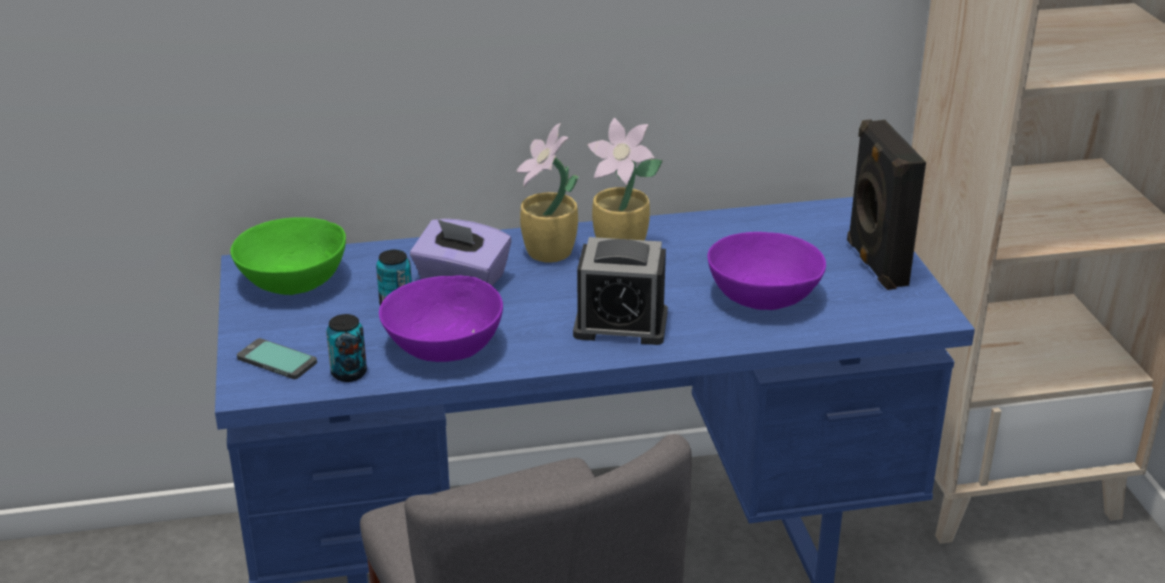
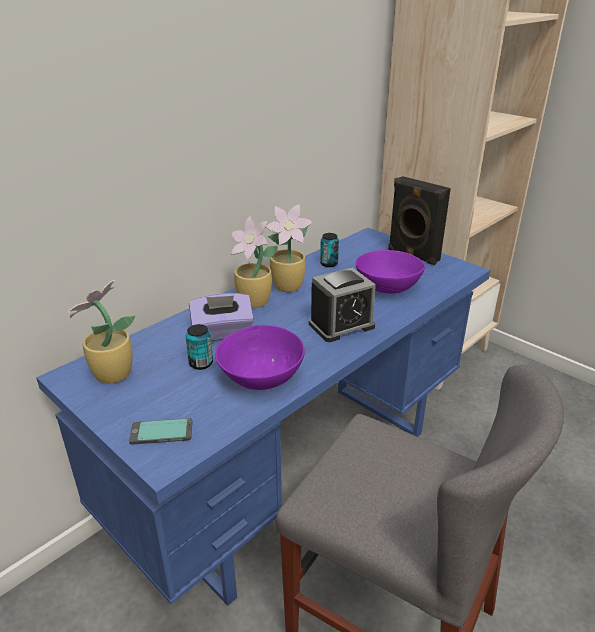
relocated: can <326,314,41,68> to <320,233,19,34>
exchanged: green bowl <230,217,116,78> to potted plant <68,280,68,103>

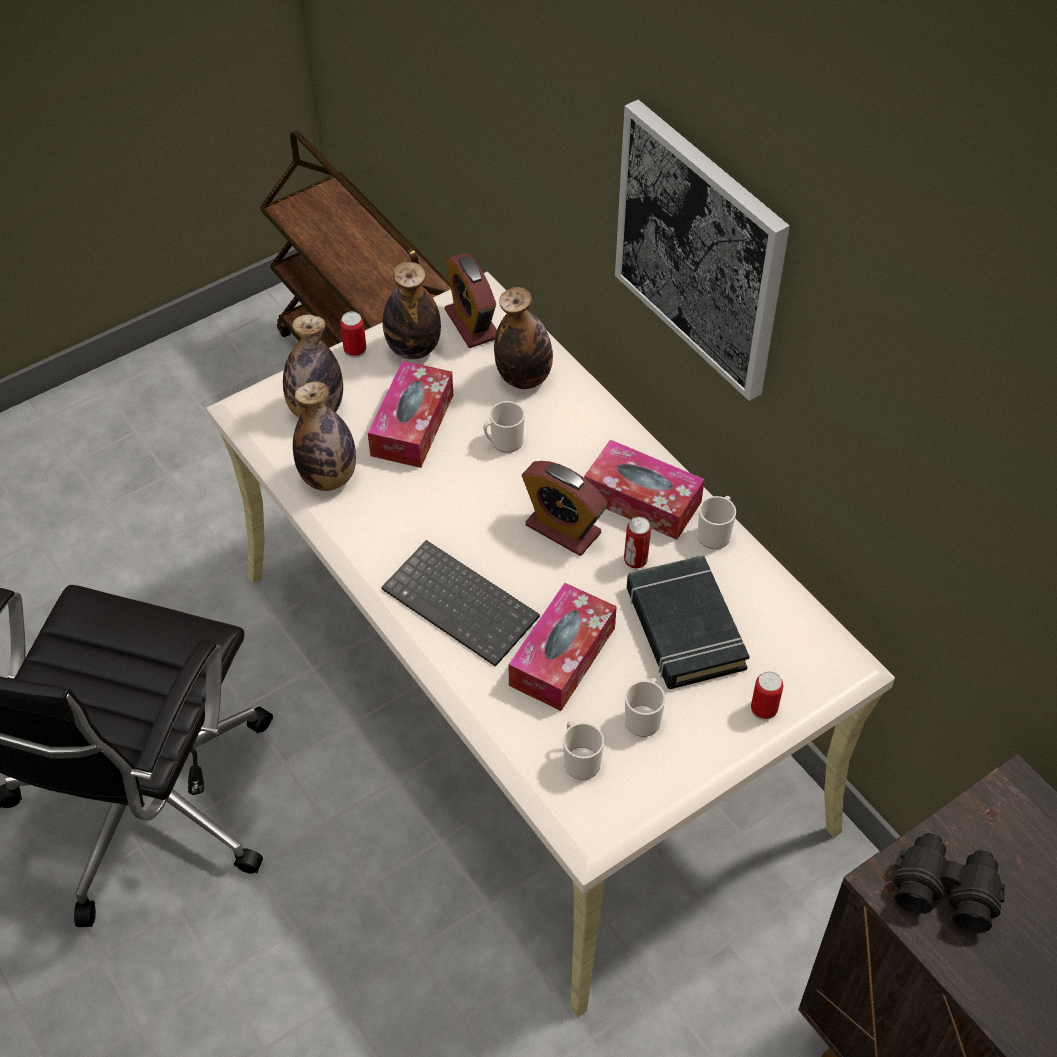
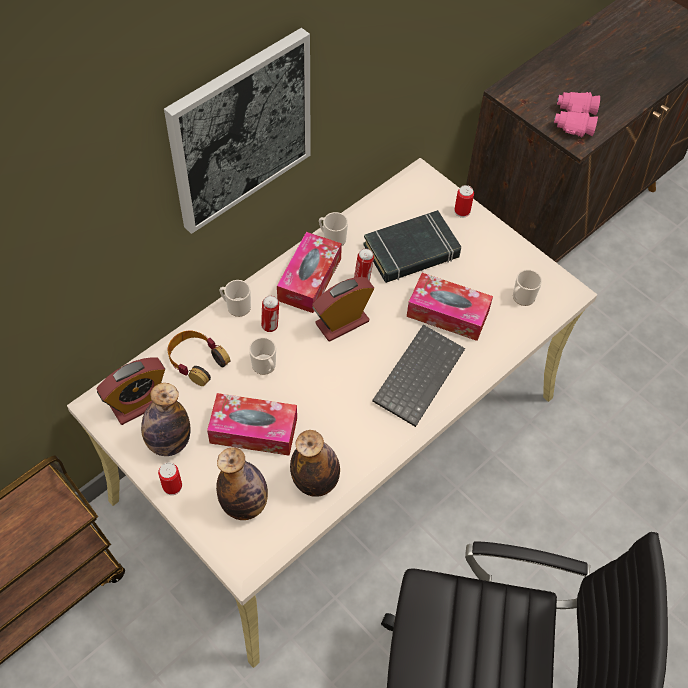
appeared: can <261,296,18,36>
relocated: mug <625,678,41,59> to <220,280,31,37>
exchanged: bottle <494,287,59,102> to headphones <167,330,63,56>
colour: black binoculars <893,833,112,99> to pink binoculars <554,92,46,45>
spun: alarm clock <522,461,85,95> = <312,277,62,64> 150 degrees counterclockwise

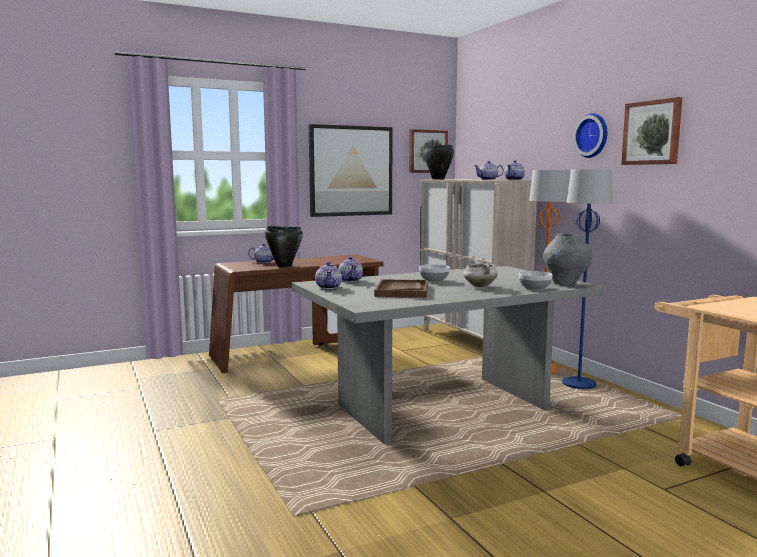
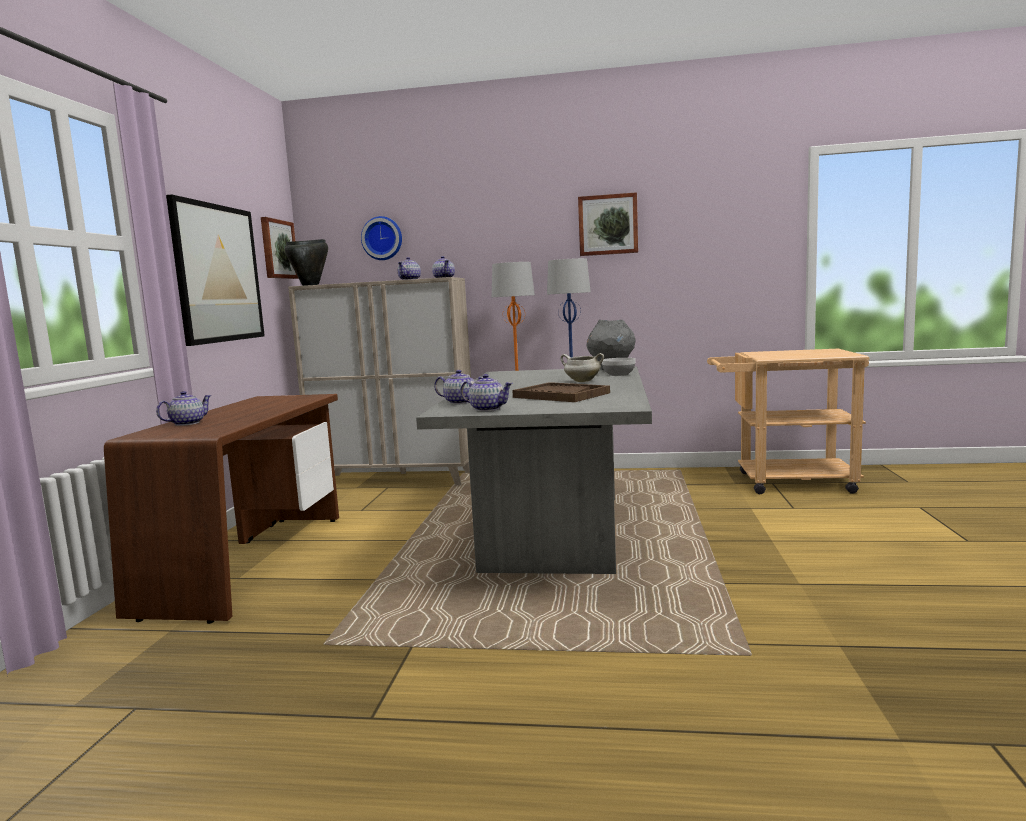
missing: black cooking pot <265,226,38,41>; bowl <419,264,31,18>
relocated: wall clock <573,113,34,45> to <361,216,41,44>

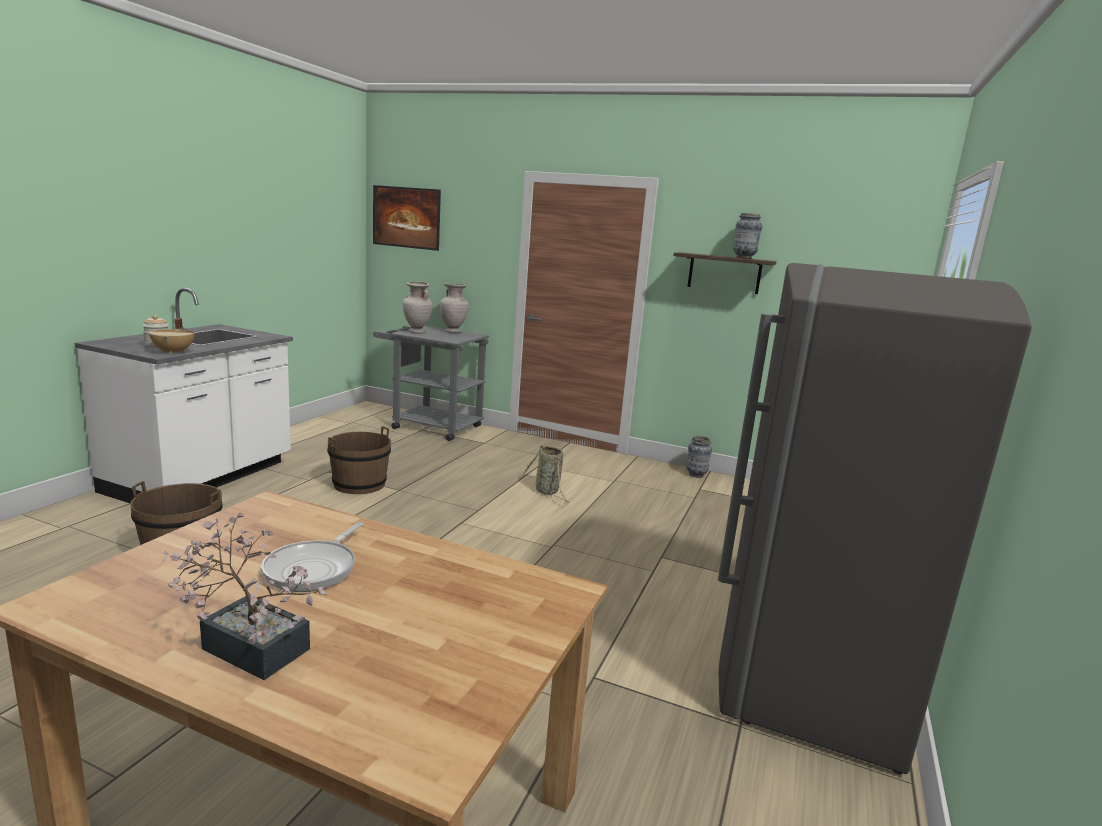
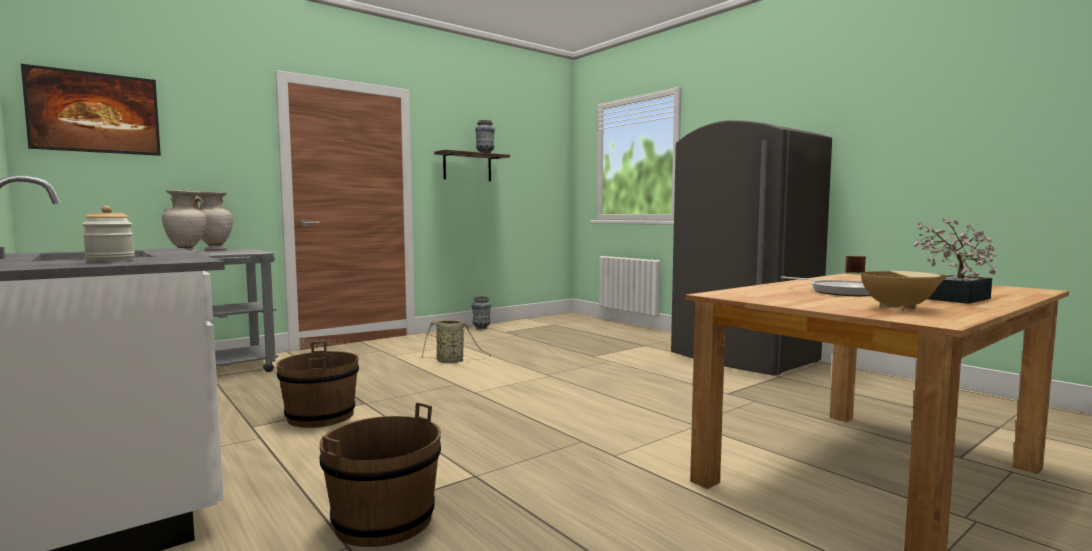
relocated: beige cooking pot <148,318,47,36> to <845,256,104,55>

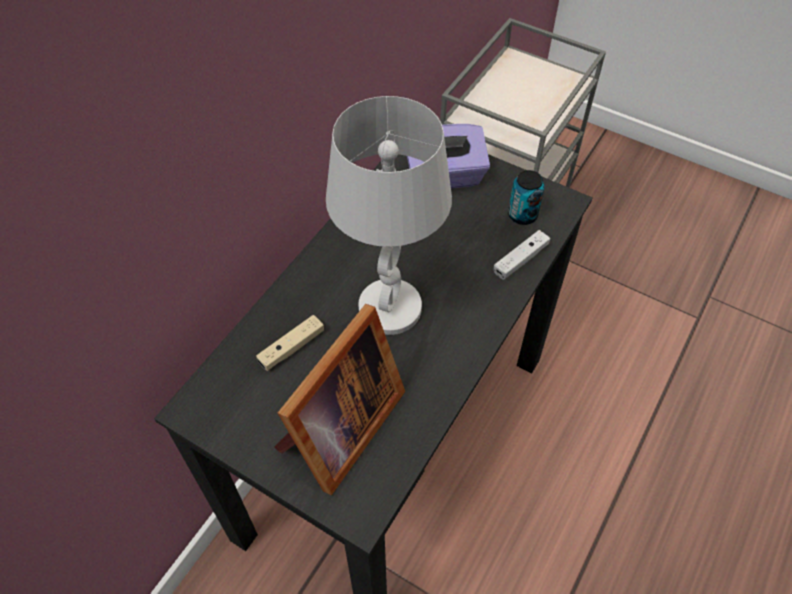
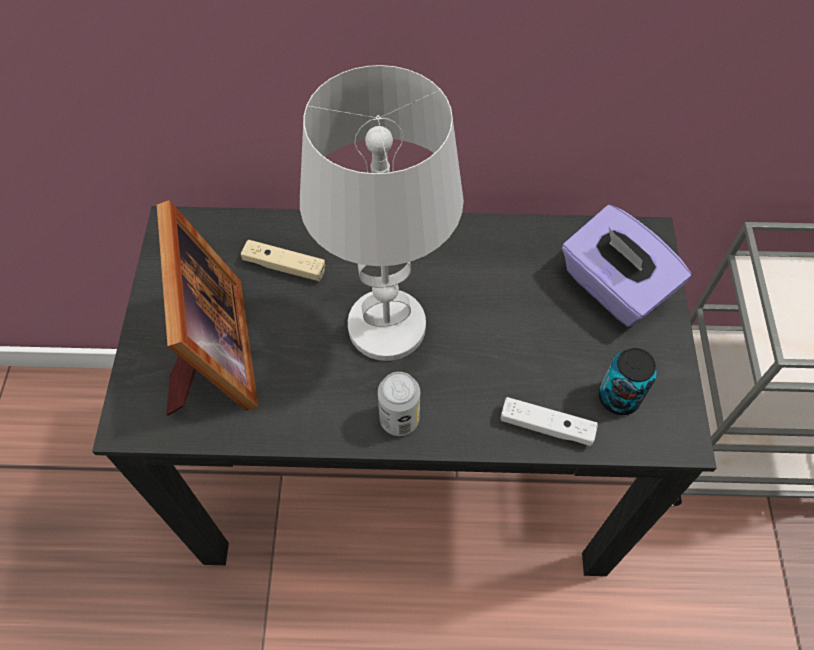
appeared: can <378,372,42,64>
spun: picture frame <274,304,131,191> = <157,200,101,215> 105 degrees counterclockwise

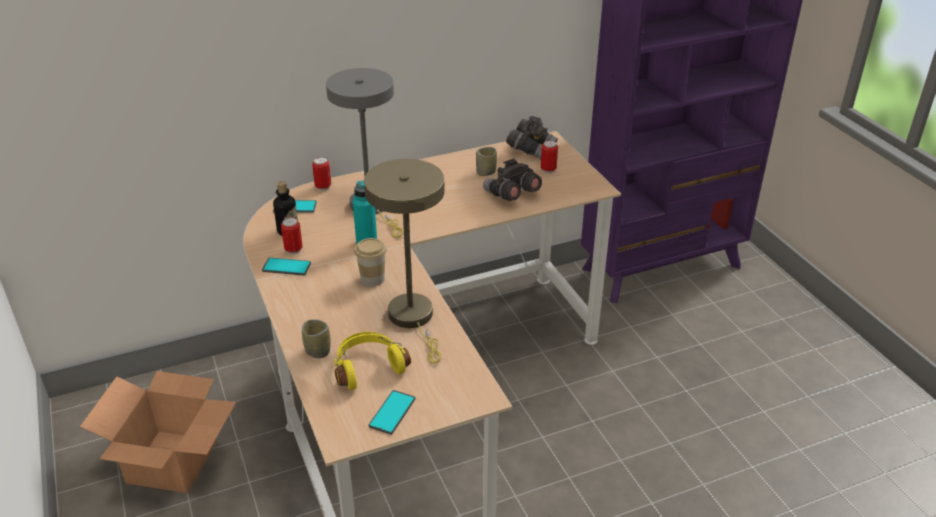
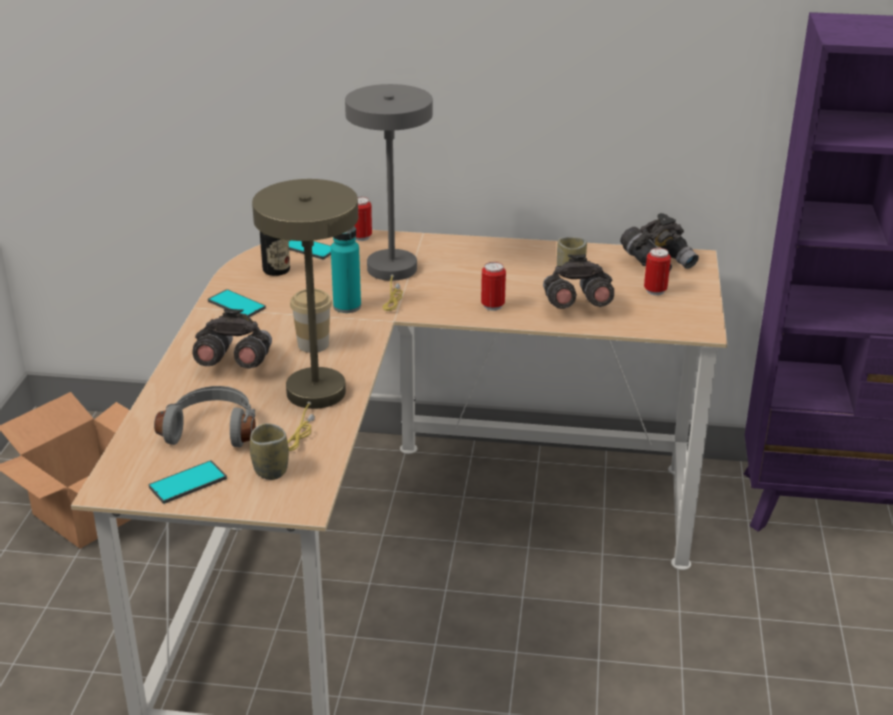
appeared: grey binoculars <193,309,79,60>
relocated: can <281,217,22,37> to <481,262,25,49>; cup <302,319,28,39> to <250,423,39,57>
colour: yellow headphones <334,332,77,58> to grey headphones <154,386,102,62>

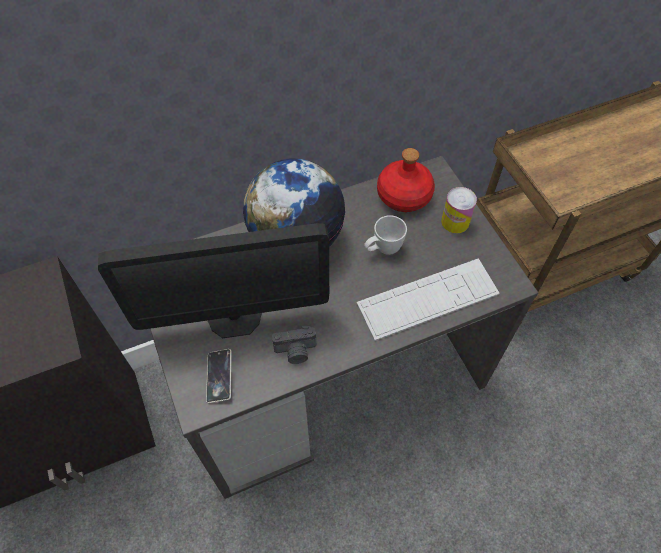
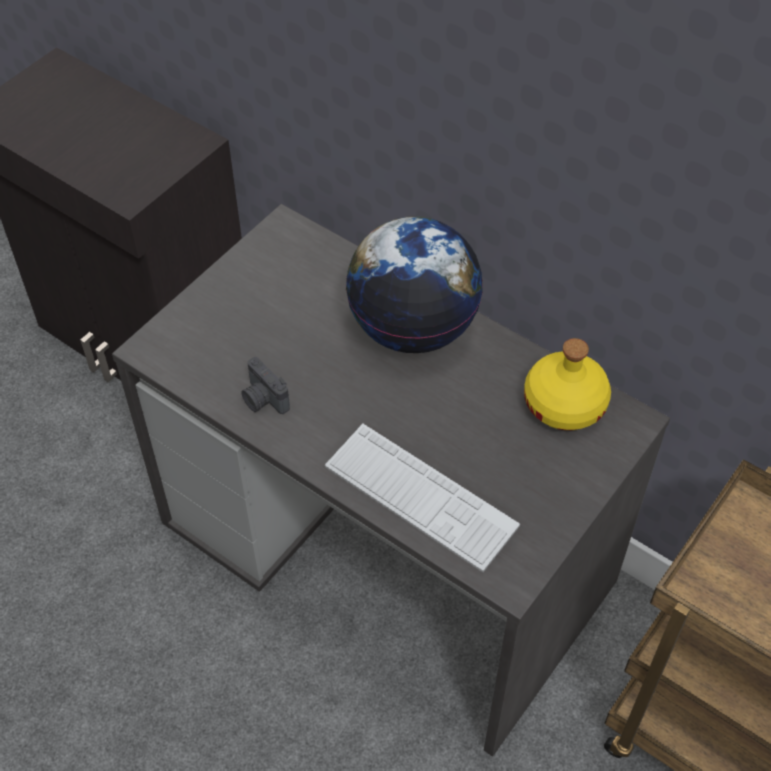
missing: monitor <98,223,231,115>; phone <206,349,26,54>; white mug <364,215,43,40>; can <441,187,36,46>
colour: red bottle <377,148,58,64> to yellow bottle <524,338,87,92>

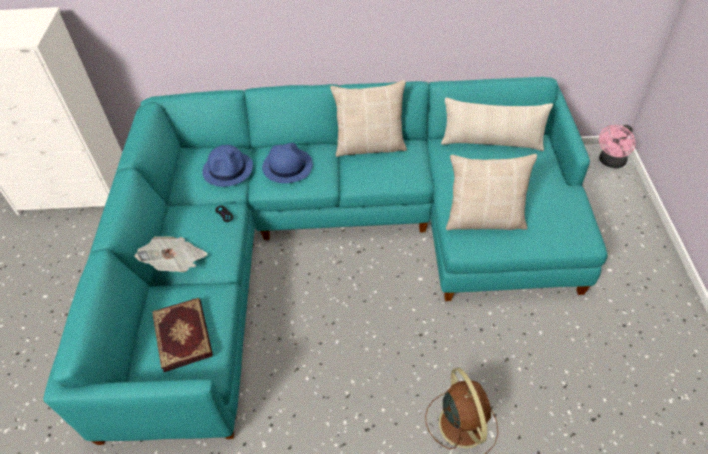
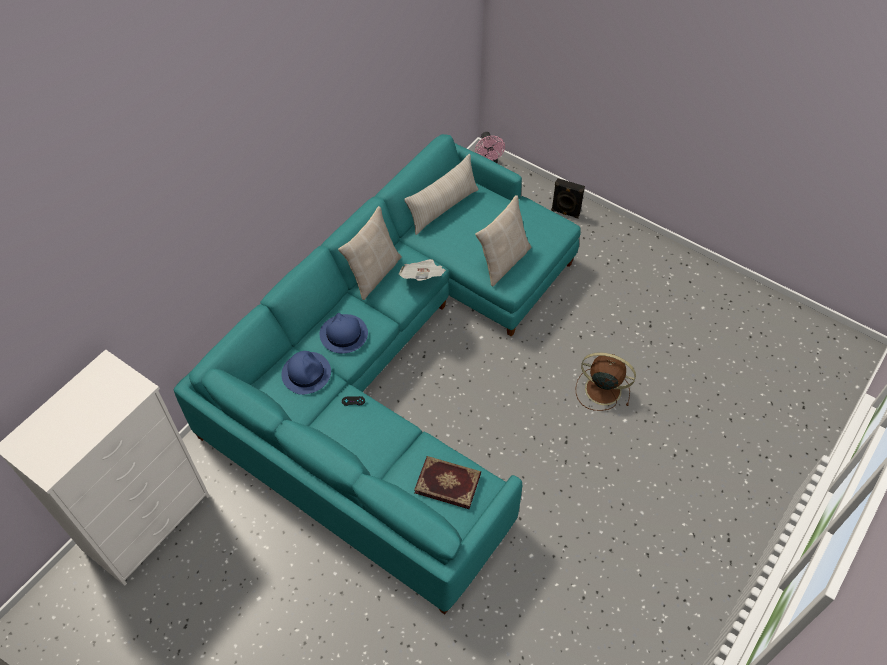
appeared: black speaker <551,178,34,40>
relocated: newspaper <134,236,73,36> to <398,259,48,22>

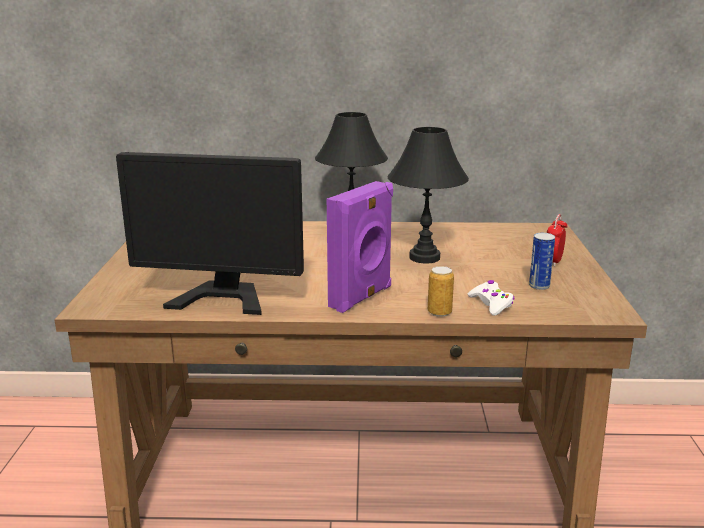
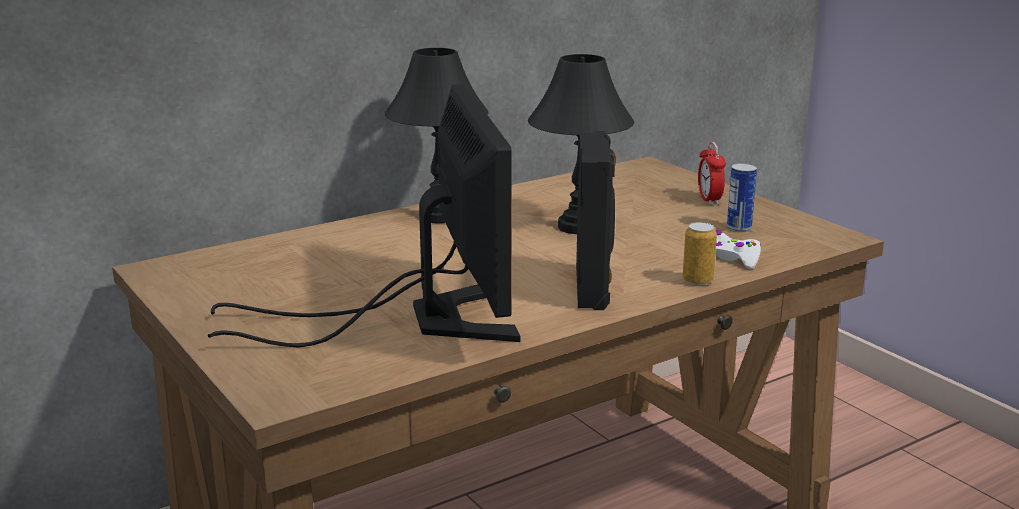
colour: purple speaker <327,181,66,132> to black speaker <576,131,40,179>
spun: monitor <116,152,188,163> = <208,84,312,263> 75 degrees counterclockwise

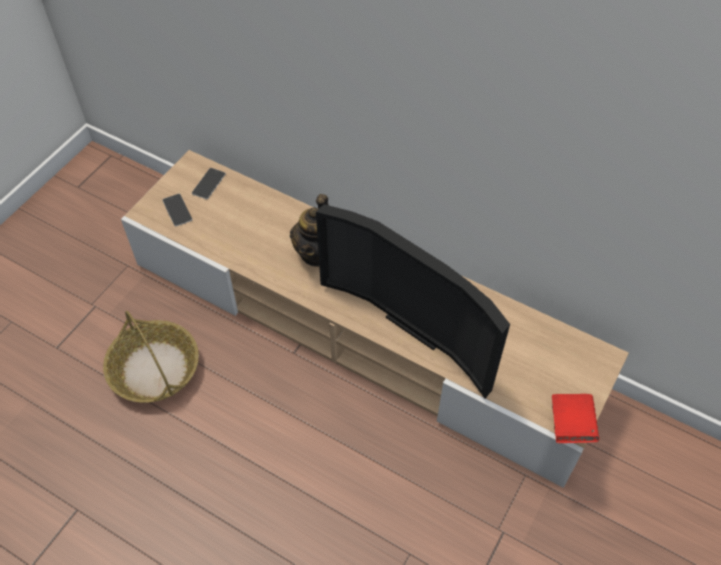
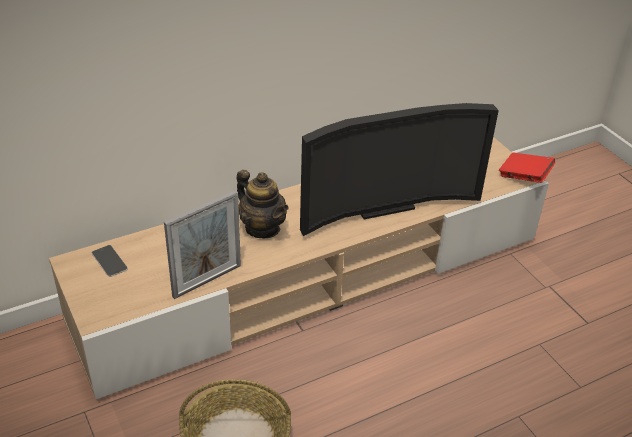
missing: phone <162,194,31,32>
appeared: picture frame <164,190,77,109>

